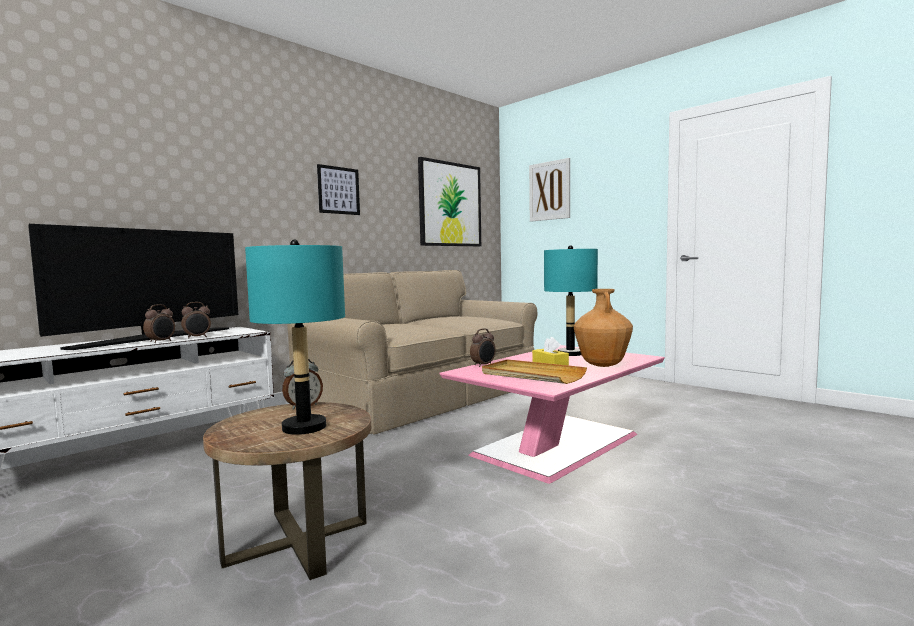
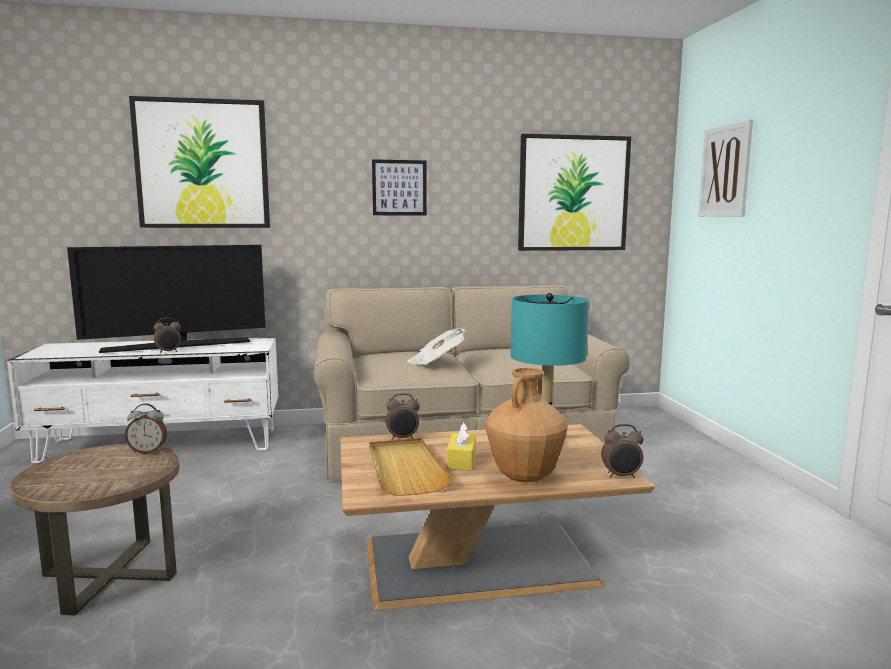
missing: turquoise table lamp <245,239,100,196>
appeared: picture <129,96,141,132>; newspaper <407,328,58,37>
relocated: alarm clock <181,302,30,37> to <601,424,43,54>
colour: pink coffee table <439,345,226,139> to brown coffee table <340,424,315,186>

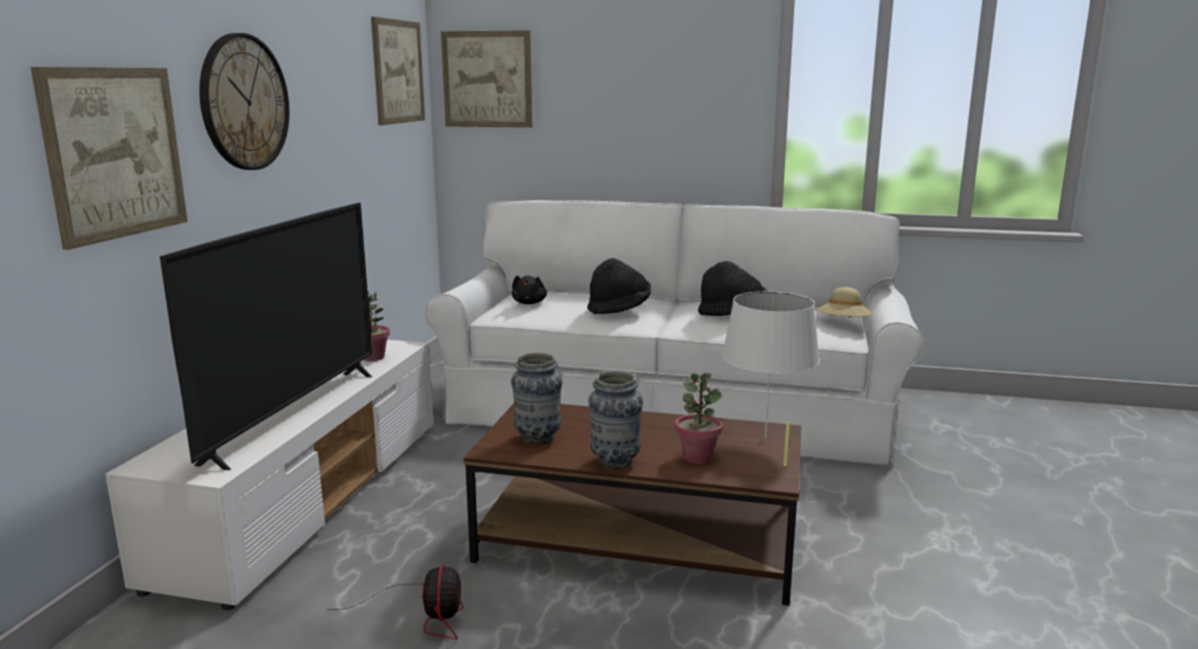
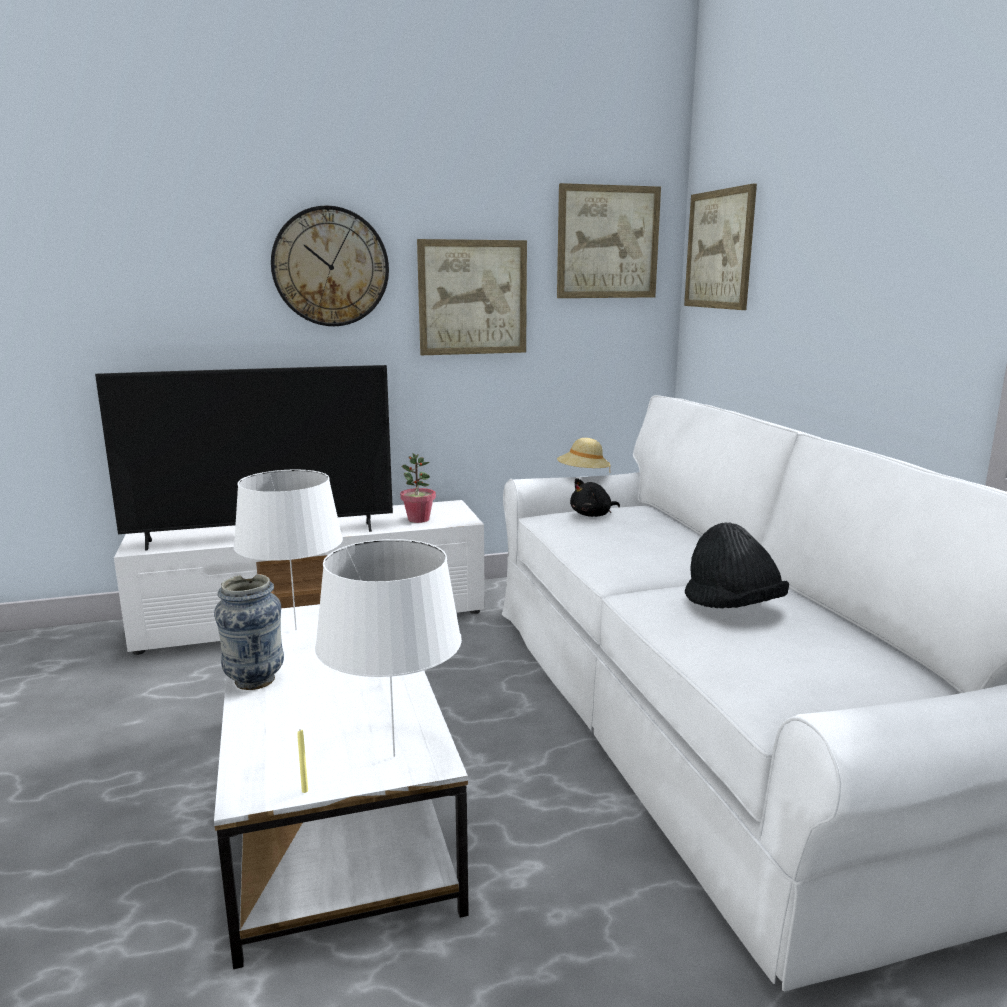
missing: fan <329,565,134,75>; black hat <587,258,64,56>; potted plant <675,373,48,91>
relocated: picture <31,67,157,183> to <417,239,110,116>; beige hat <818,287,54,31> to <557,438,53,30>
exchanged: vase <511,352,52,92> to white table lamp <234,470,109,160>
colour: brown coffee table <464,403,337,203> to white coffee table <214,604,255,365>

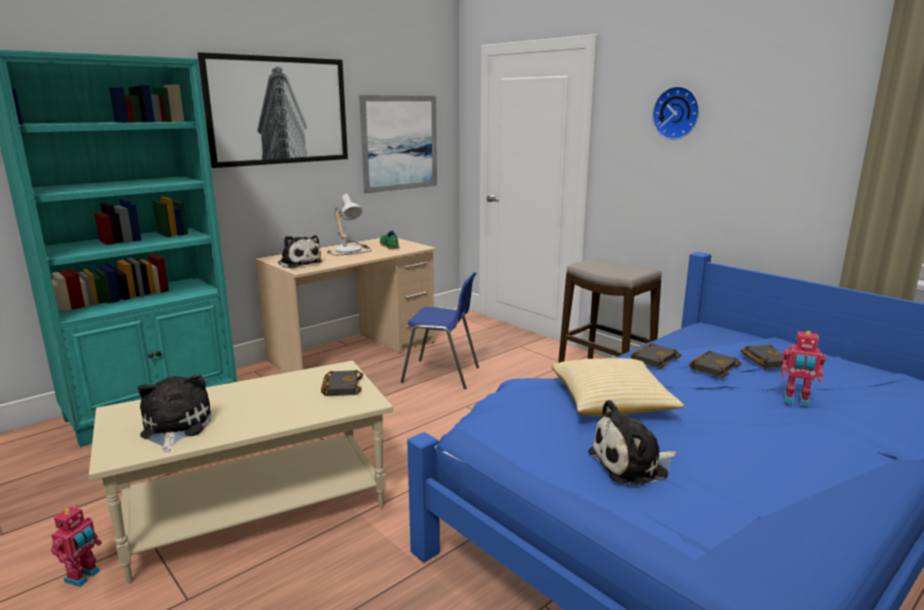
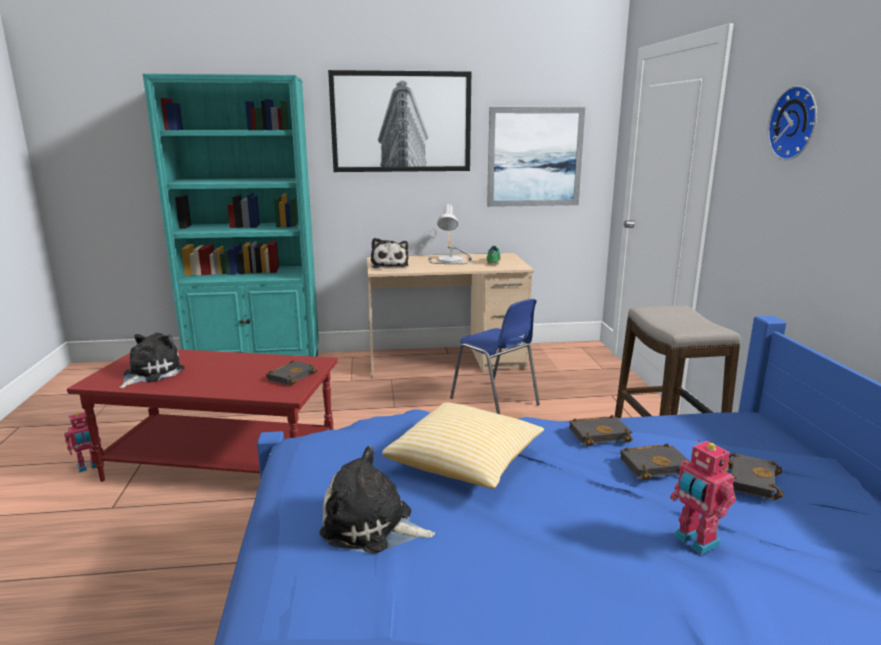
colour: beige coffee table <89,361,304,222> to red coffee table <67,349,271,133>

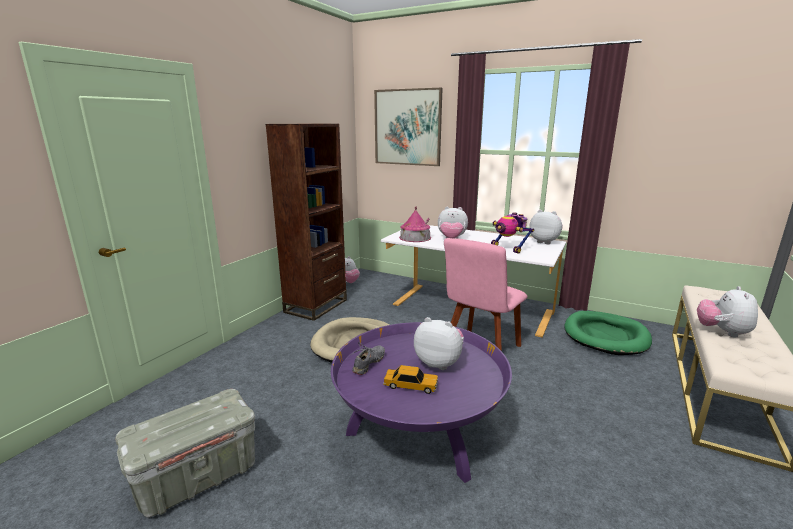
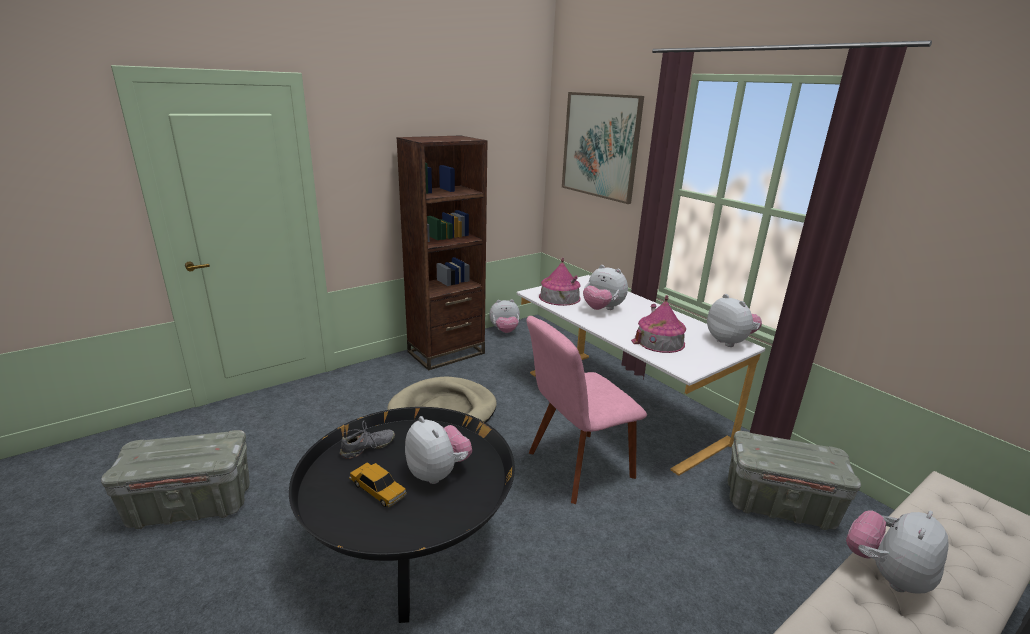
exchanged: toy robot <491,213,43,41> to toy house <631,295,55,58>; green dog bed <564,311,88,44> to grey storage box <728,431,133,99>
colour: purple coffee table <331,322,181,161> to black coffee table <289,407,226,216>

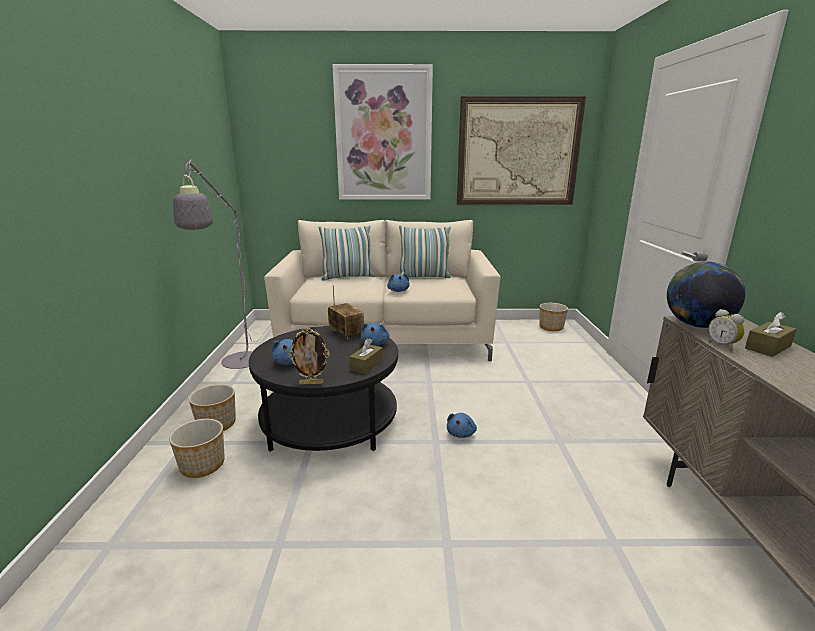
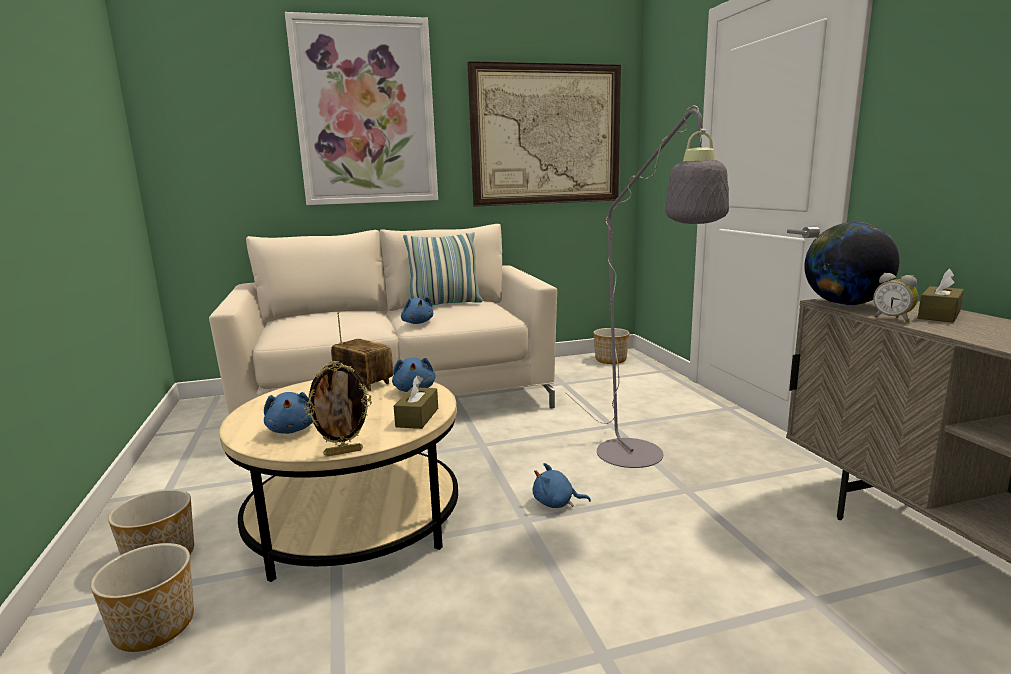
missing: pillow <319,226,56,55>
relocated: grey floor lamp <173,160,98,209> to <565,105,164,363>
colour: black coffee table <249,326,149,126> to beige coffee table <219,375,239,207>
spun: blue plush toy <447,413,30,25> = <533,463,58,45> 90 degrees clockwise

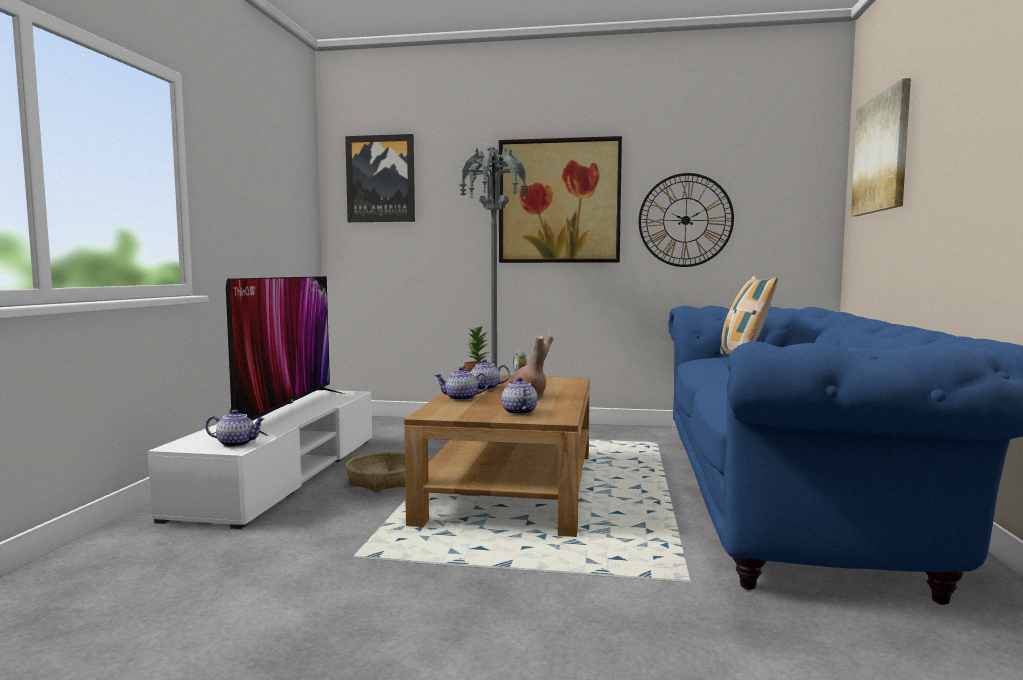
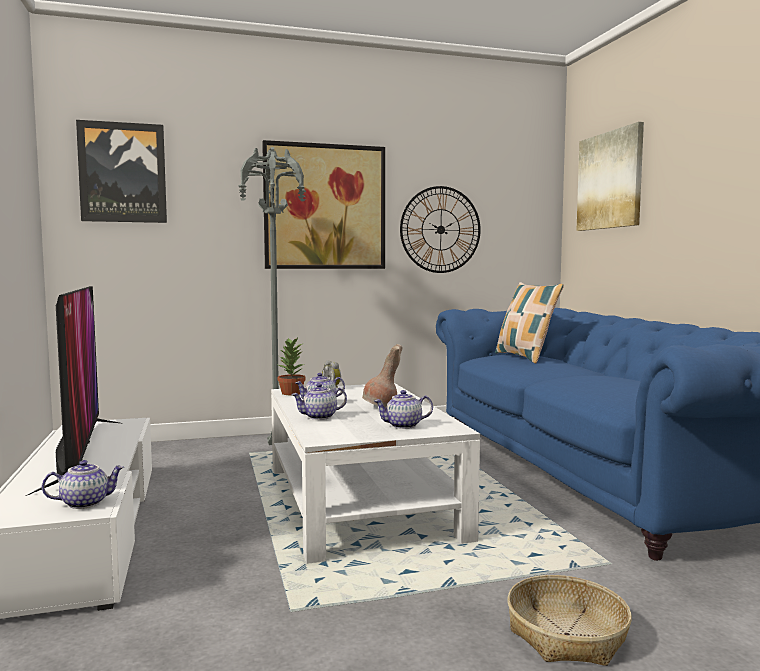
relocated: basket <346,452,59,40> to <507,575,125,91>
colour: brown coffee table <404,375,186,162> to white coffee table <271,383,209,181>
spun: teapot <501,377,37,38> = <374,390,59,39> 60 degrees counterclockwise

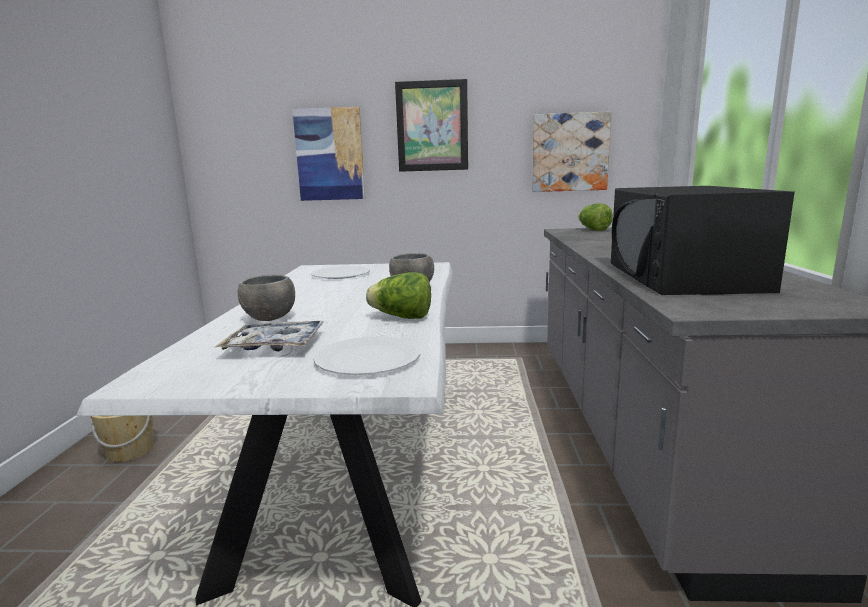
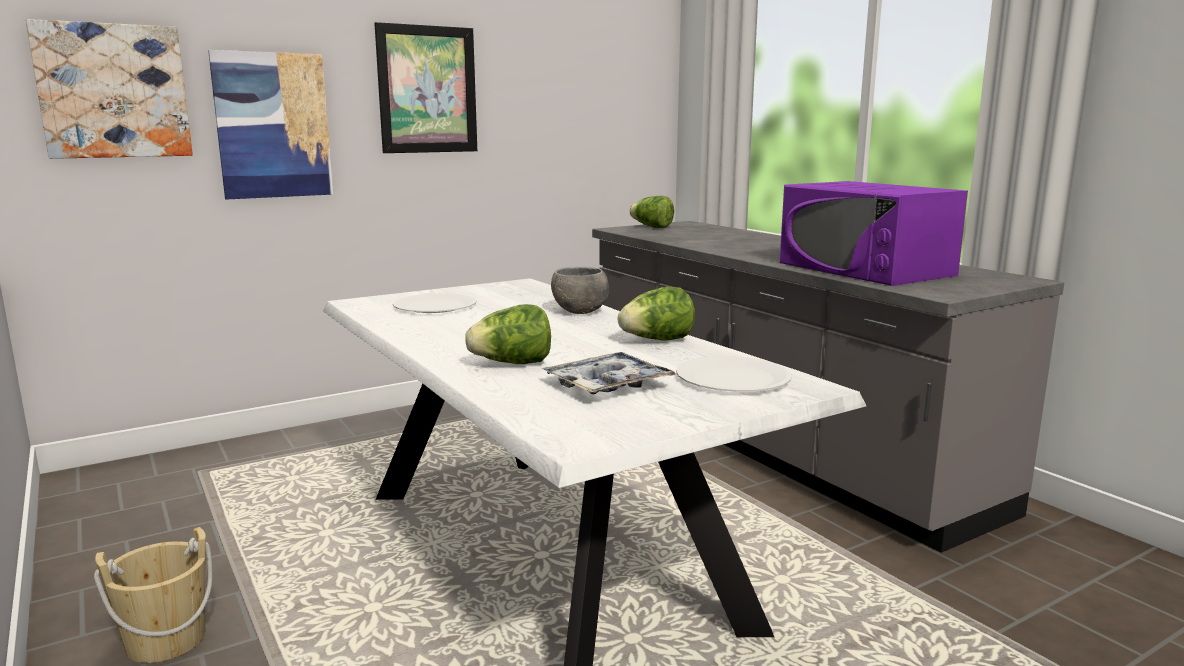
relocated: picture <532,111,79,81> to <26,19,167,140>
exchanged: grey bowl <238,274,57,47> to lettuce <465,304,86,60>
colour: black microwave <611,186,184,109> to purple microwave <780,181,188,105>

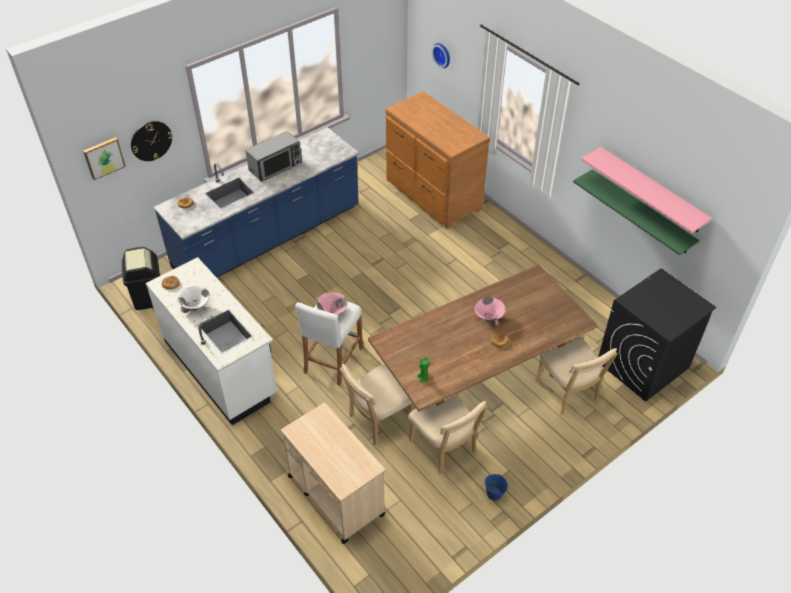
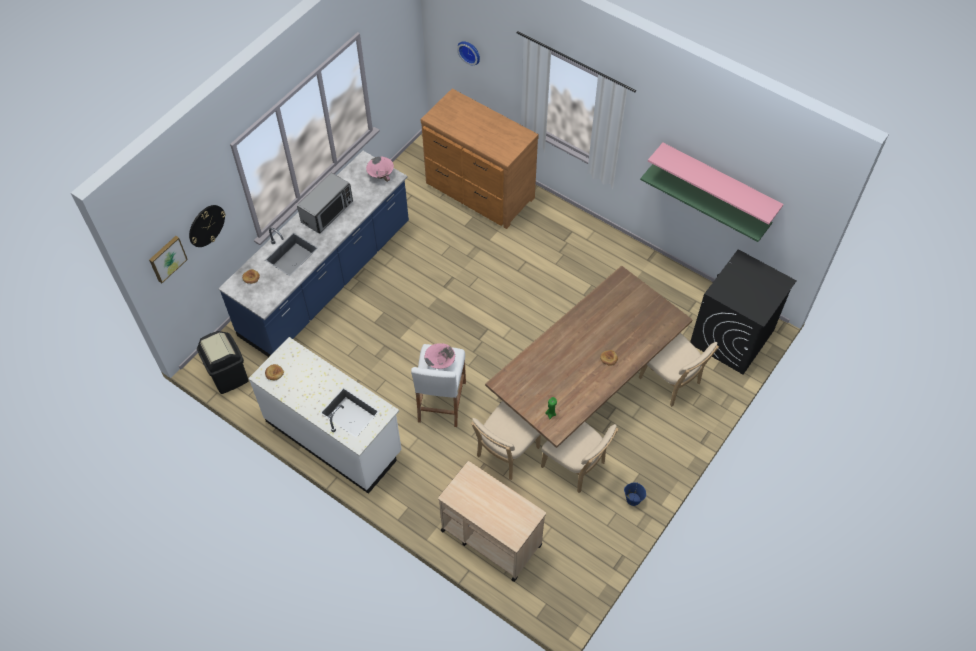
missing: white bowl <178,286,32,27>
relocated: pink bowl <475,297,31,29> to <366,157,28,25>

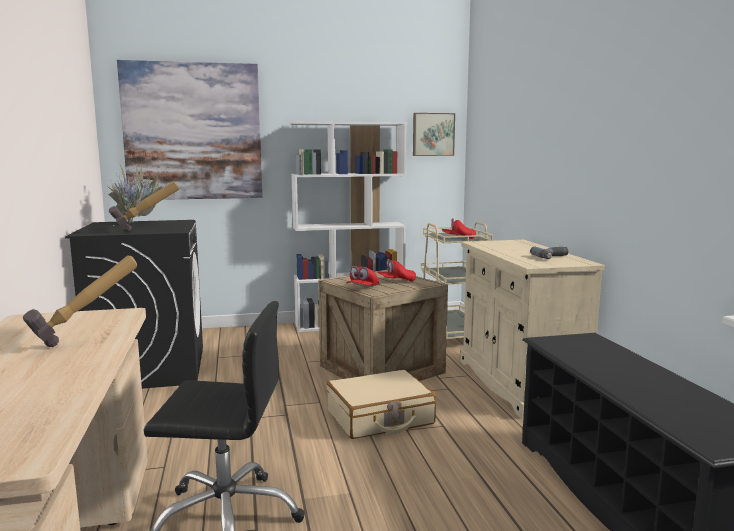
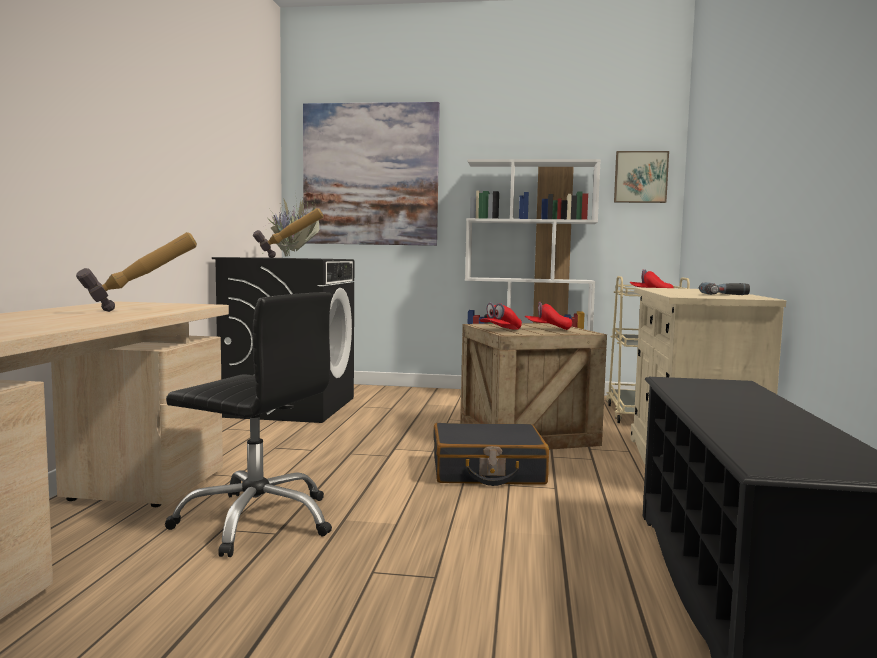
colour: beige suitcase <327,370,109,69> to black suitcase <433,423,116,63>

